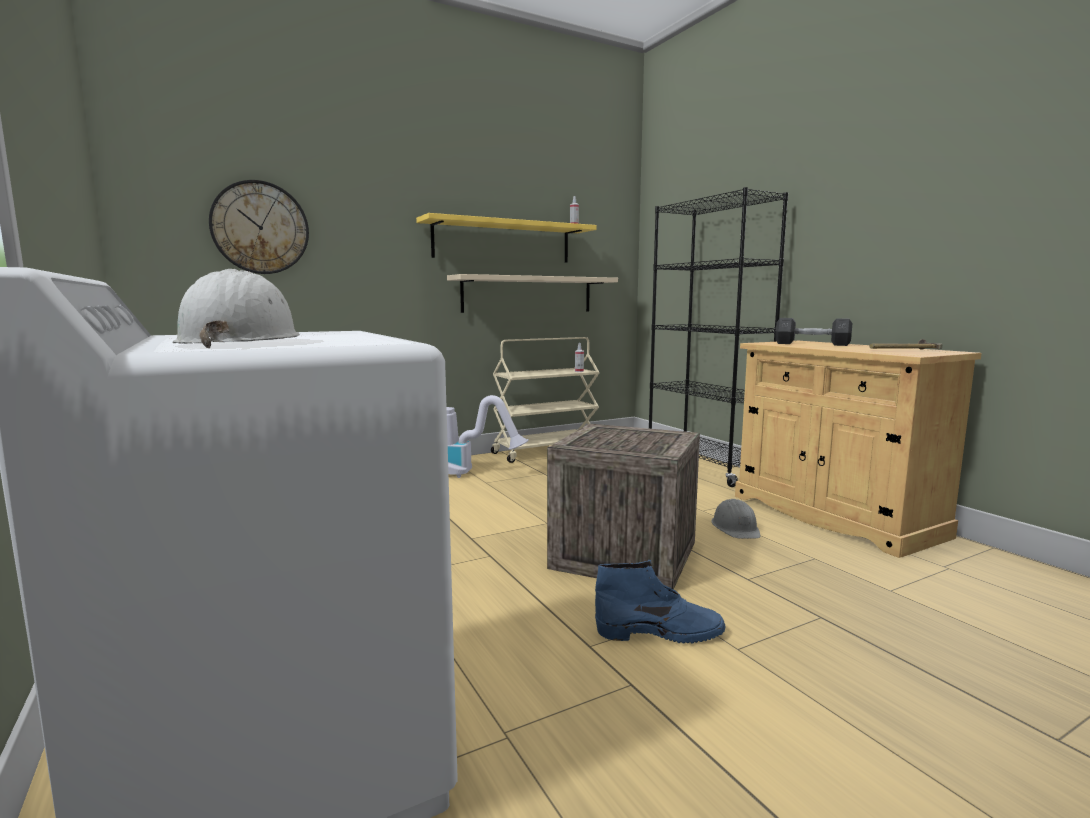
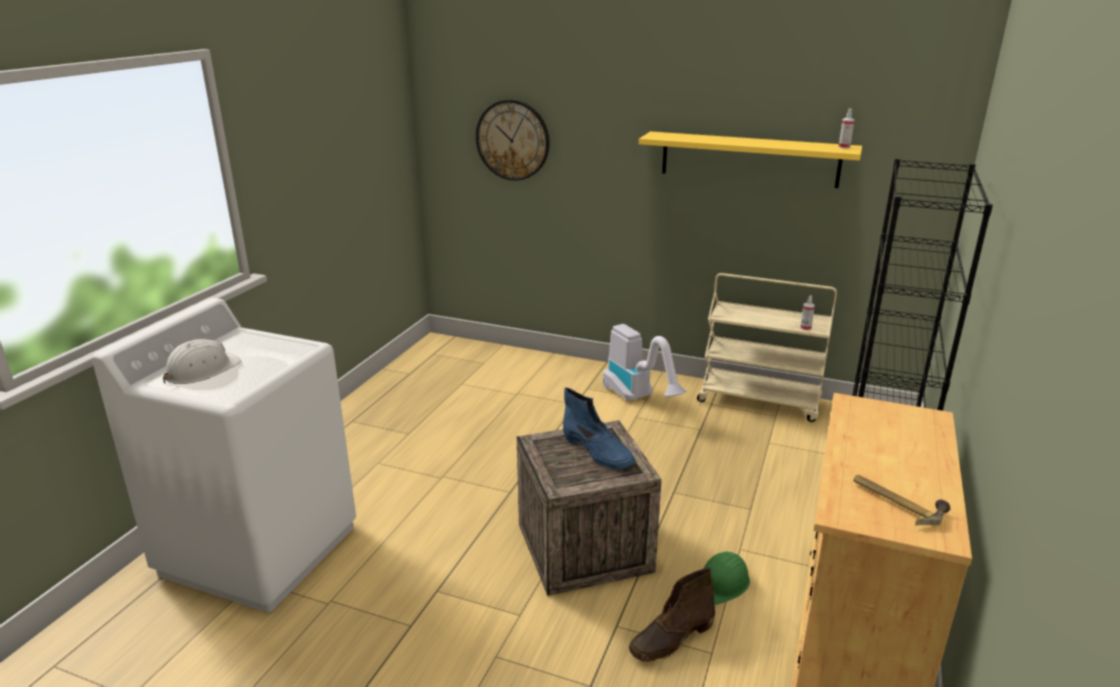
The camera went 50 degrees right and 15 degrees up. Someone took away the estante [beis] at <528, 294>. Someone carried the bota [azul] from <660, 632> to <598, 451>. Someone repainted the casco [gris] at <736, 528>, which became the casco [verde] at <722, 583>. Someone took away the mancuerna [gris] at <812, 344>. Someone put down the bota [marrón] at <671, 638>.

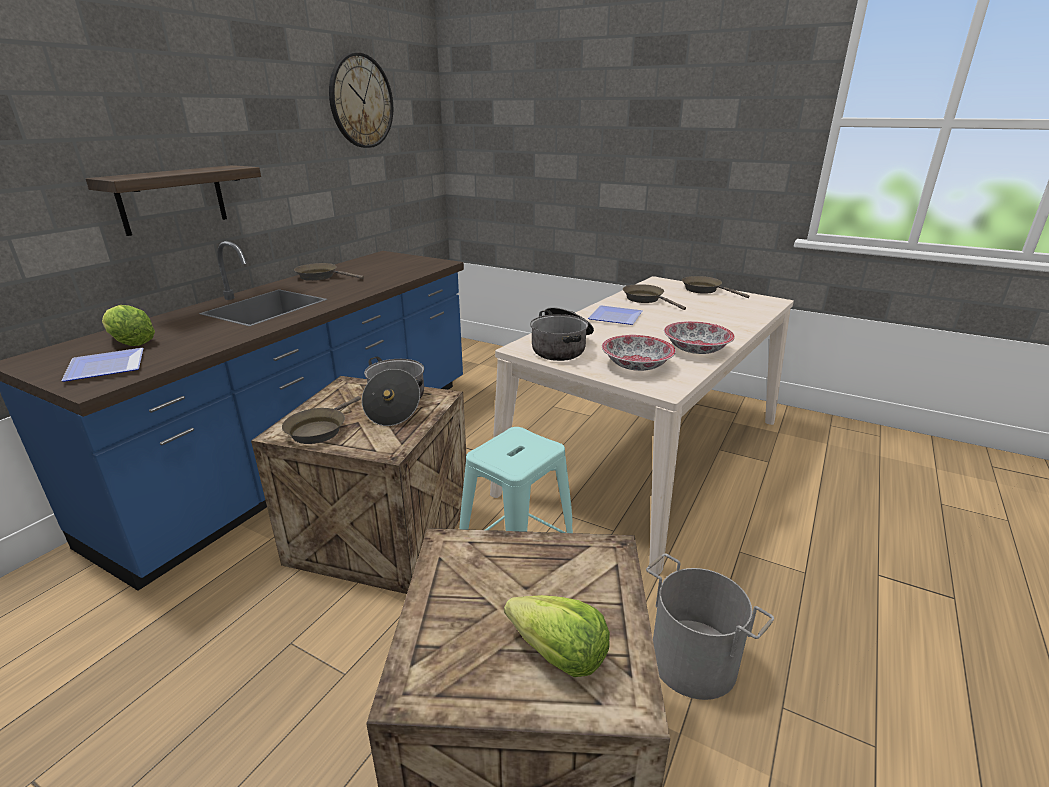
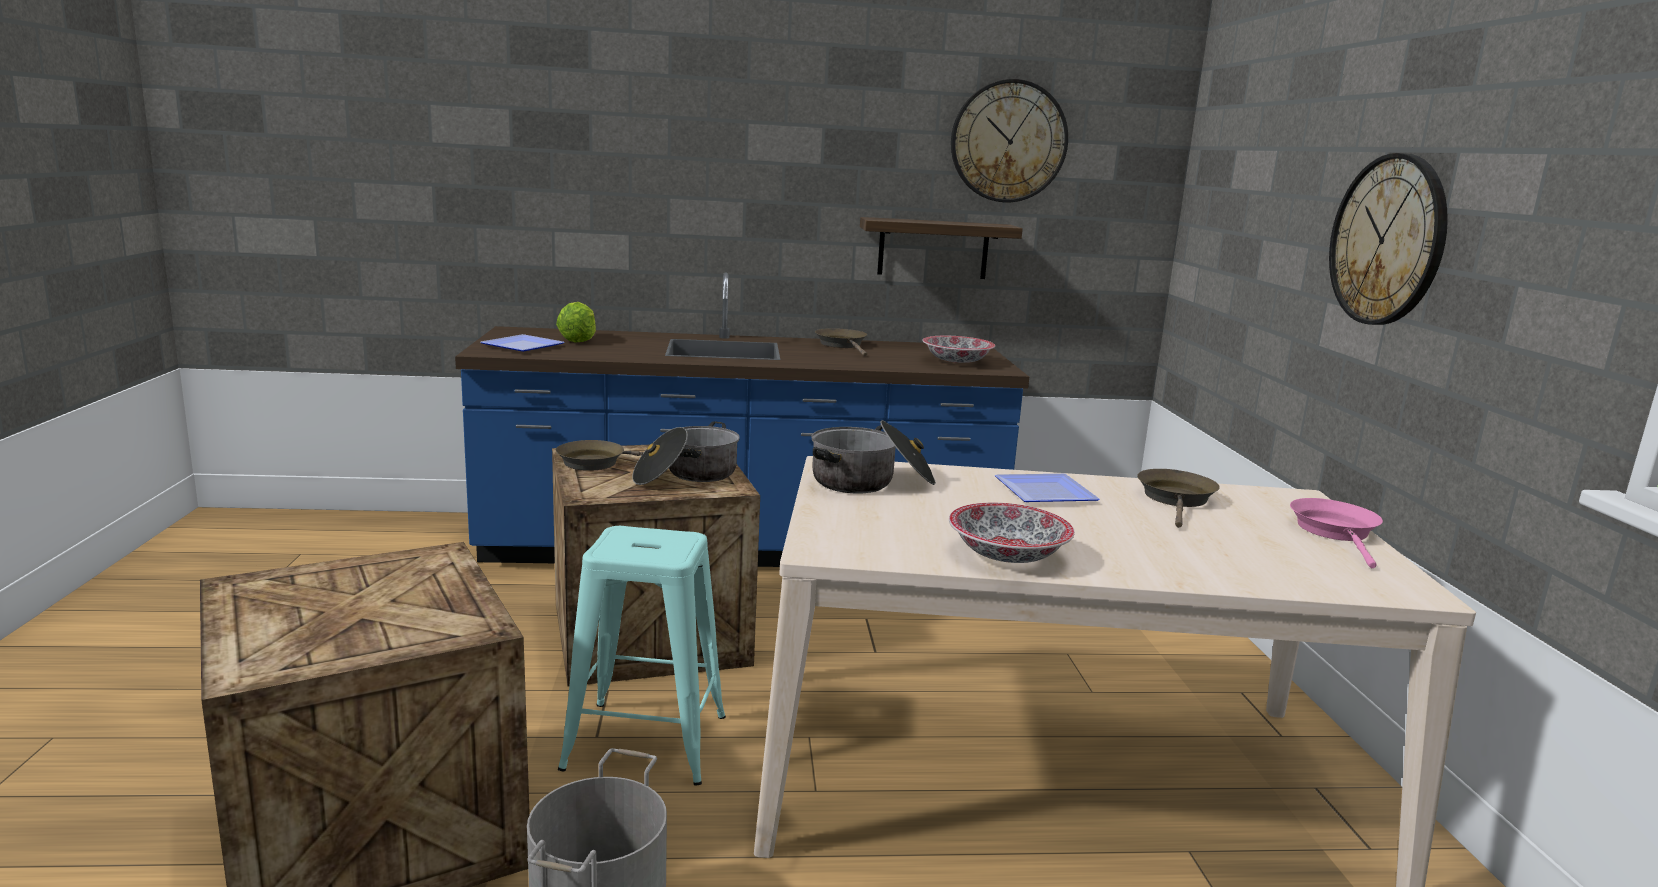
The camera went 55 degrees right and 10 degrees down. Someone carried the estante from <172, 199> to <933, 248>. Someone took away the lechuga at <558, 655>. Someone carried the cuenco from <636, 365> to <957, 361>. Someone repainted the sartén [marrón] at <704, 290>, which became the sartén [rosa] at <1335, 532>. Someone put up the reloj de pared at <1387, 240>.

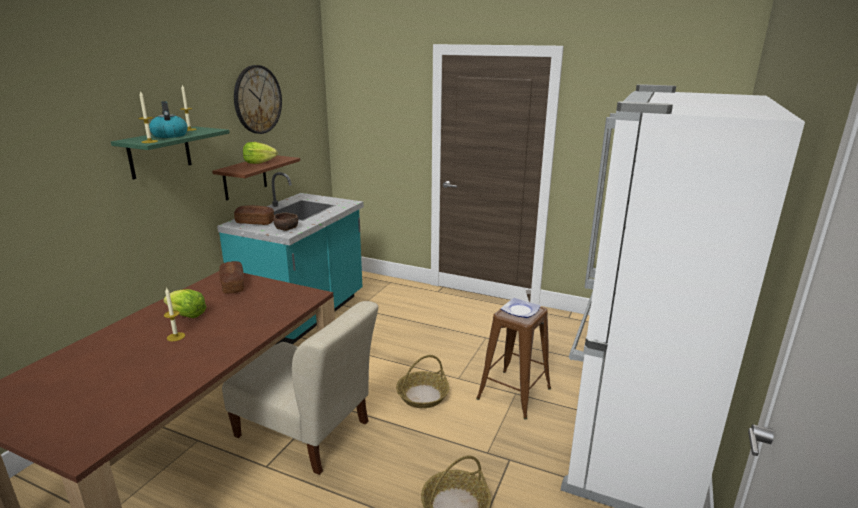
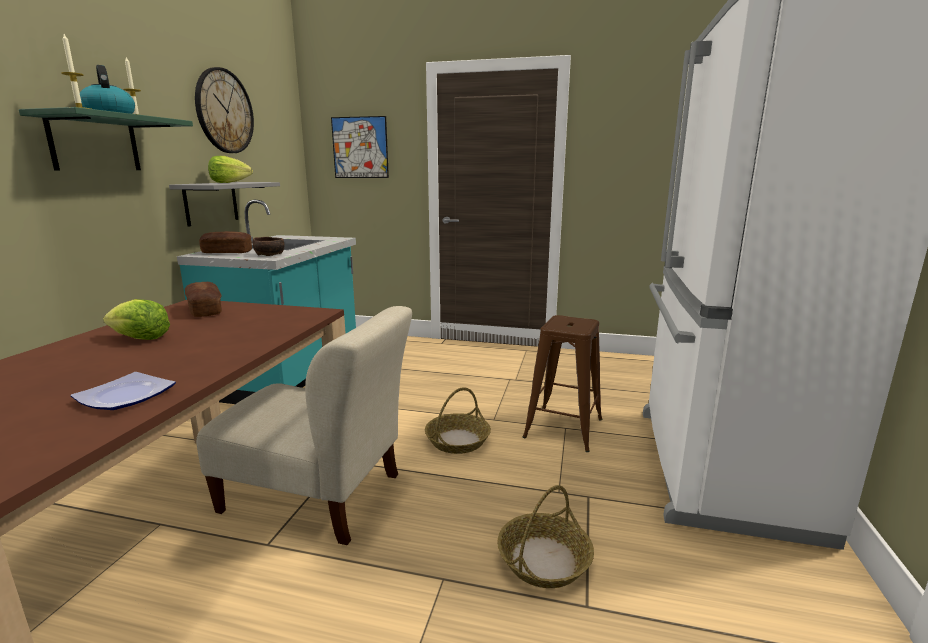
The camera went 10 degrees left and 5 degrees down. Someone took away the vela at <176, 337>. Someone repainted the estante [marrón] at <245, 177>, which became the estante [gris] at <211, 203>. Someone carried the plato from <520, 311> to <125, 397>. Someone put up the cuadro at <360, 147>.

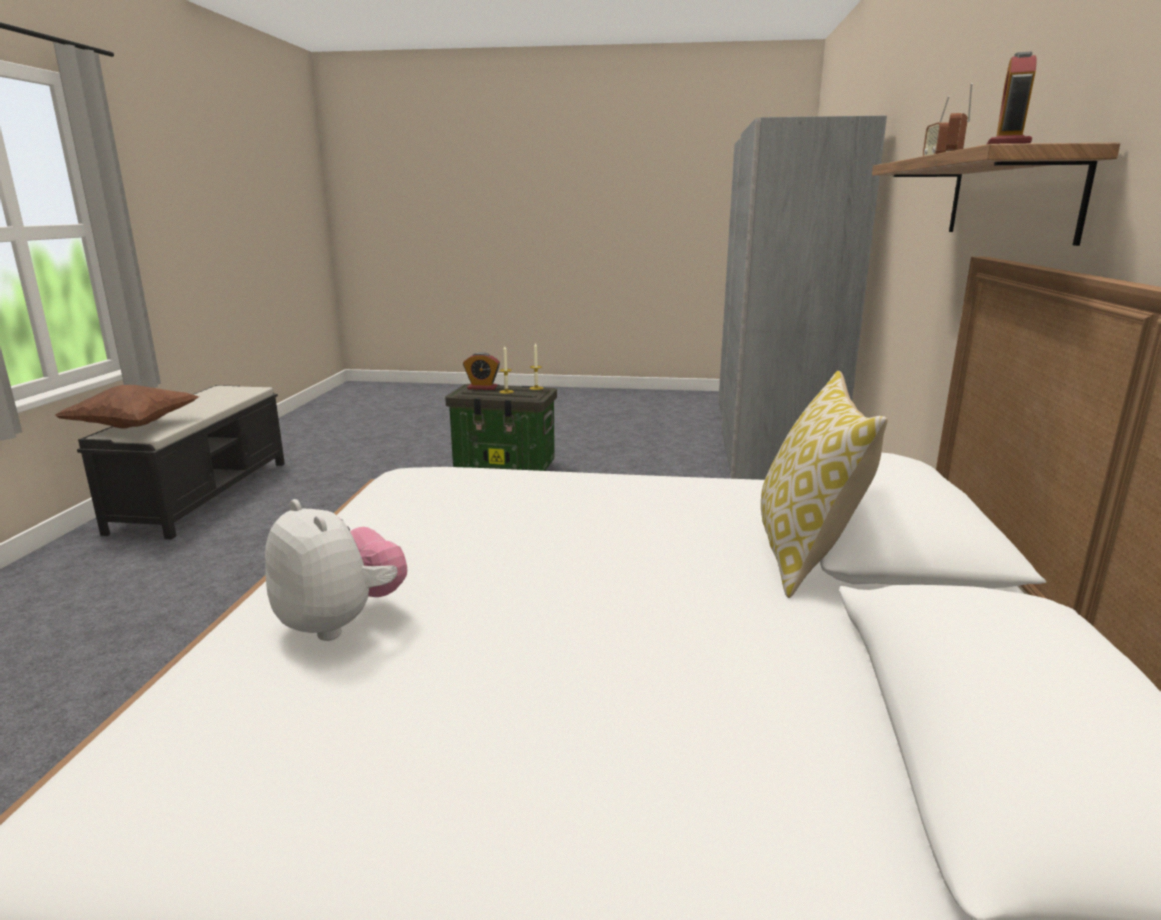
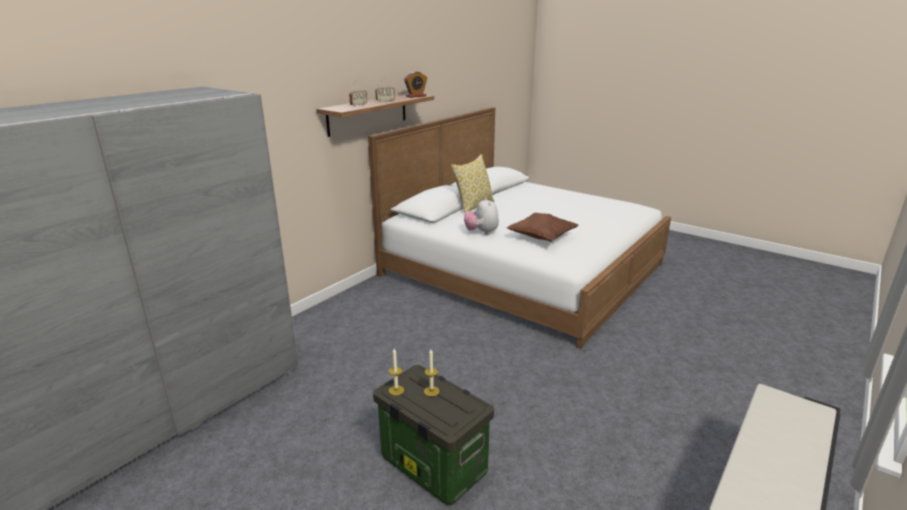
The camera went 150 degrees left and 5 degrees up. Someone carried the cojín [marrón] from <135, 426> to <541, 238>. Someone carried the peluche from <340, 622> to <481, 232>. Someone took away the despertador at <482, 387>.

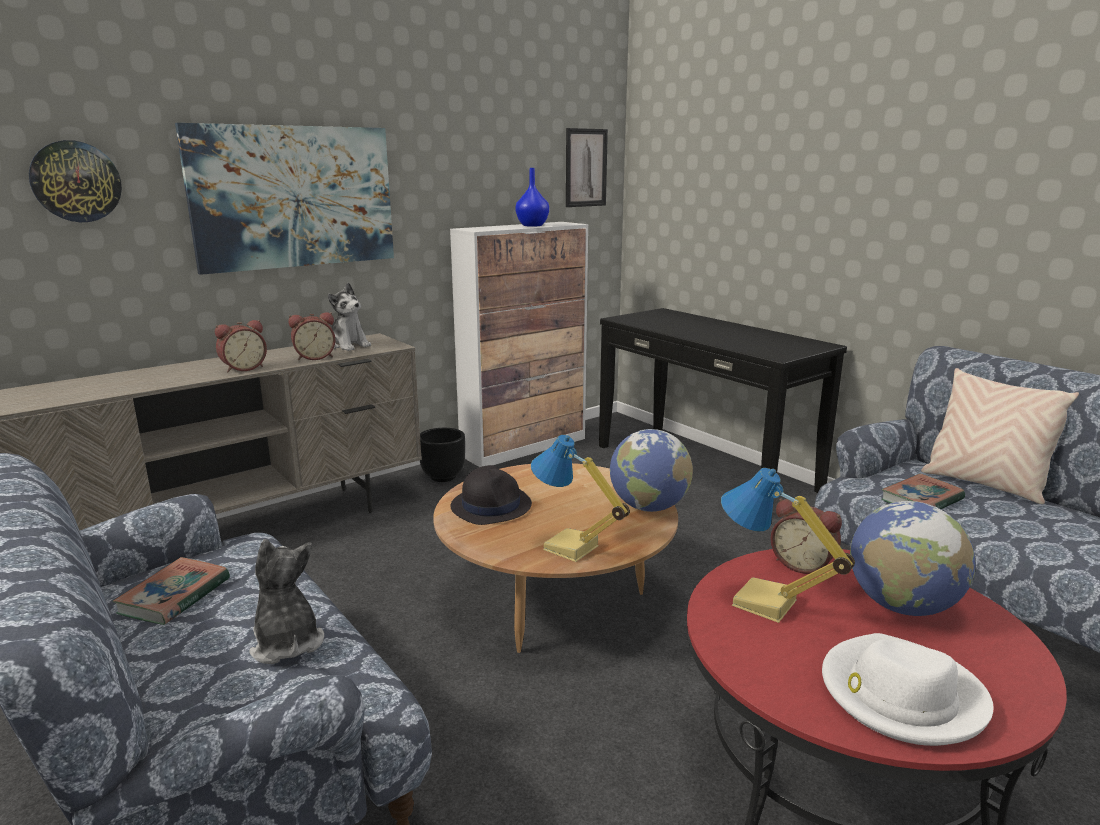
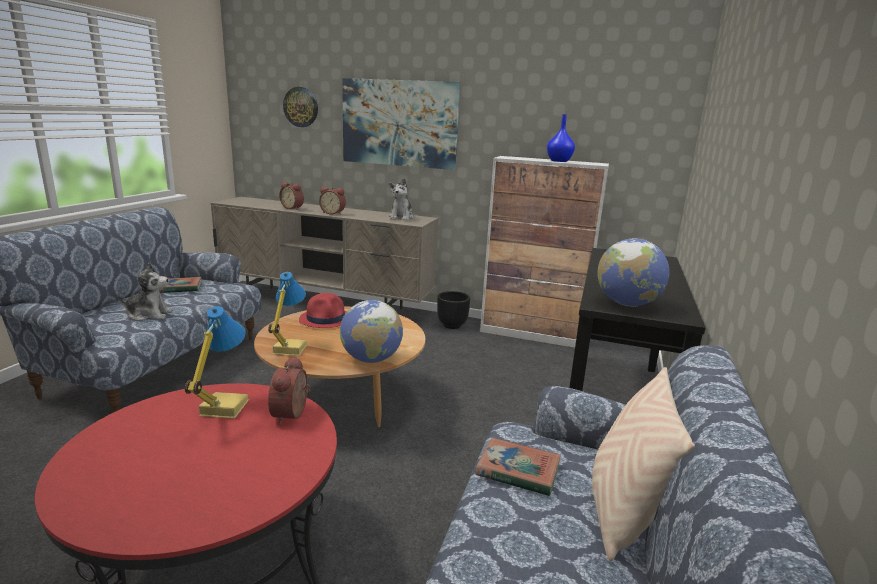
The camera went 55 degrees right and 0 degrees up. Someone rotated the peluche at <286, 643> by 60 degrees clockwise. Someone carried the despertador from <315, 357> to <293, 208>. Someone repainted the sombrero [negro] at <491, 506>, which became the sombrero [rojo] at <326, 319>. Someone took away the cuadro at <586, 168>. Someone took away the sombrero [blanco] at <900, 695>. Someone carried the globo terráqueo from <902, 606> to <627, 304>.

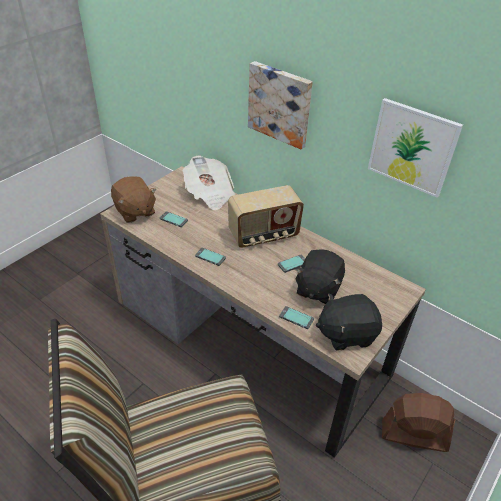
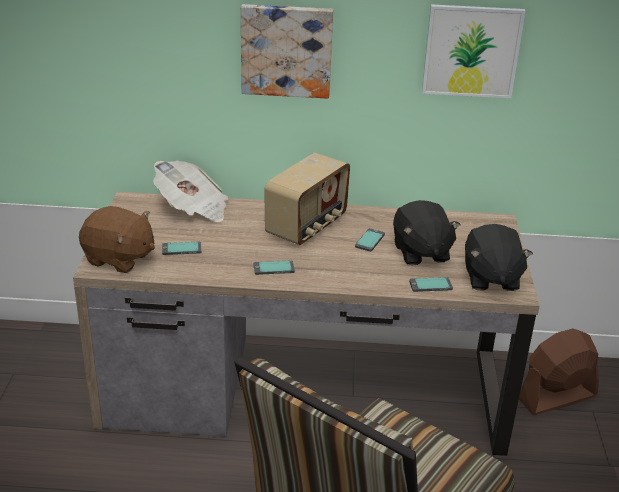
The camera went 35 degrees left and 10 degrees down. Someone rotated the peluche [negro] at <346, 333> by 45 degrees counterclockwise.

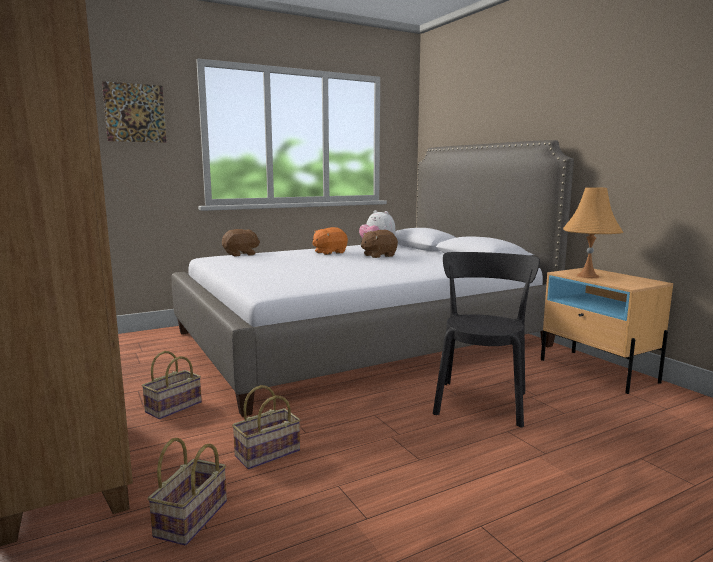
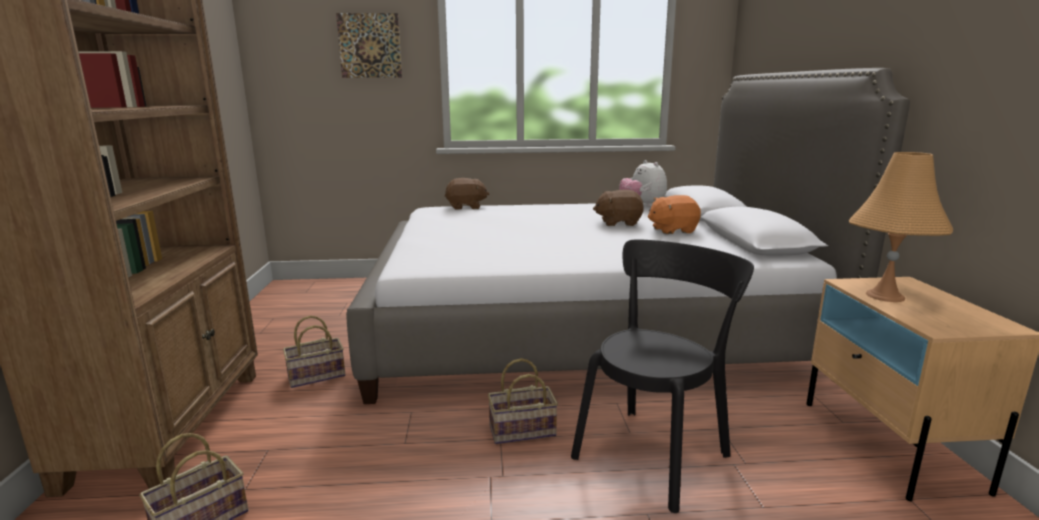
The camera went 25 degrees right and 5 degrees up. Someone carried the cesta from <266, 454> to <521, 432>. Someone carried the peluche [naranja] from <329, 252> to <672, 230>.

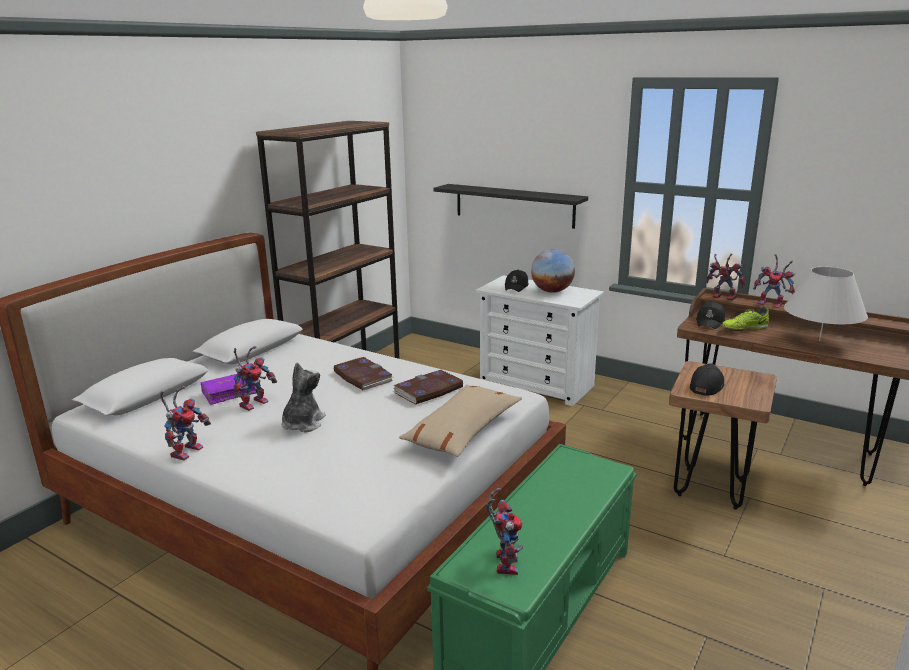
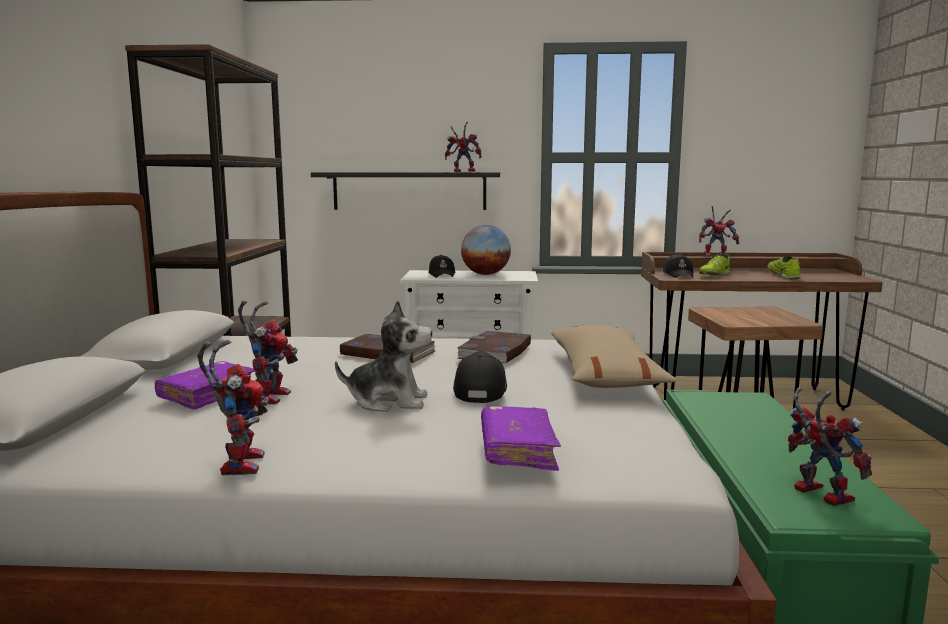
The camera went 30 degrees left and 10 degrees down. Someone rotated the peluche at <302, 424> by 105 degrees clockwise. Someone carried the gorra [negro] from <706, 386> to <479, 390>. Someone carried the robot de juguete from <721, 297> to <462, 172>. Someone swapped the lámpara de mesa [blanco] at <819, 341> for the zapato at <783, 275>. Someone put down the libro [morado] at <517, 450>.

